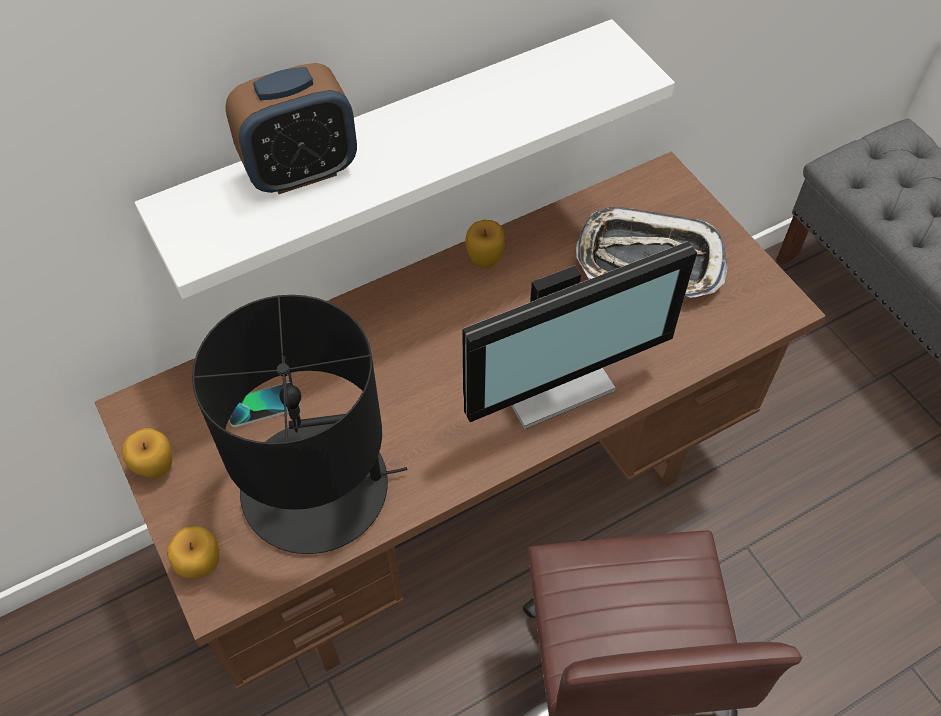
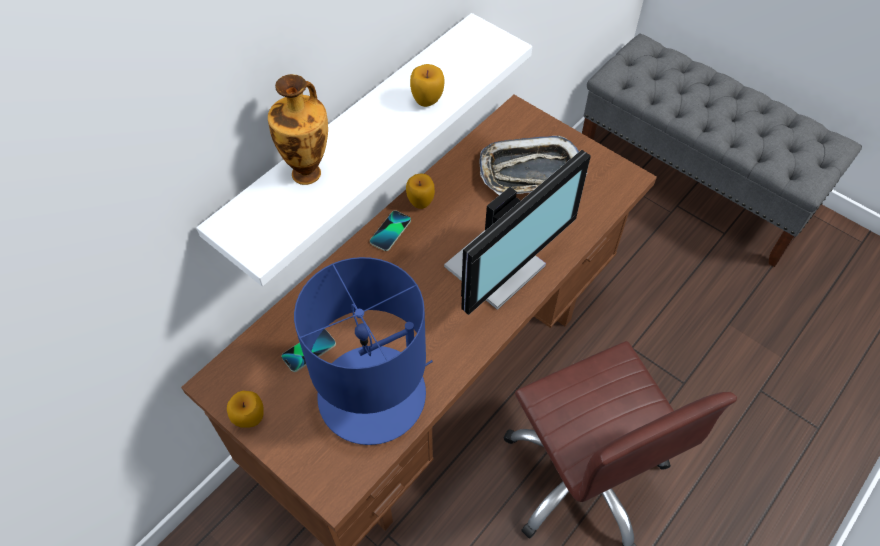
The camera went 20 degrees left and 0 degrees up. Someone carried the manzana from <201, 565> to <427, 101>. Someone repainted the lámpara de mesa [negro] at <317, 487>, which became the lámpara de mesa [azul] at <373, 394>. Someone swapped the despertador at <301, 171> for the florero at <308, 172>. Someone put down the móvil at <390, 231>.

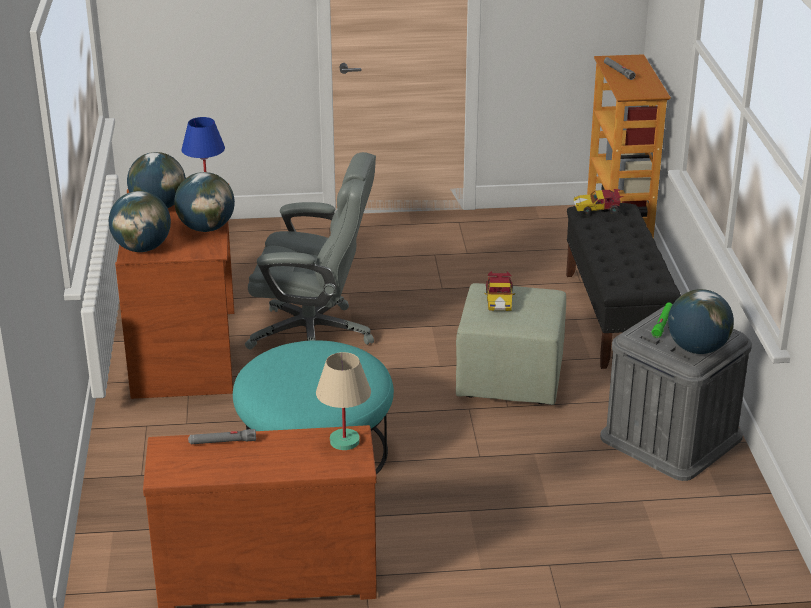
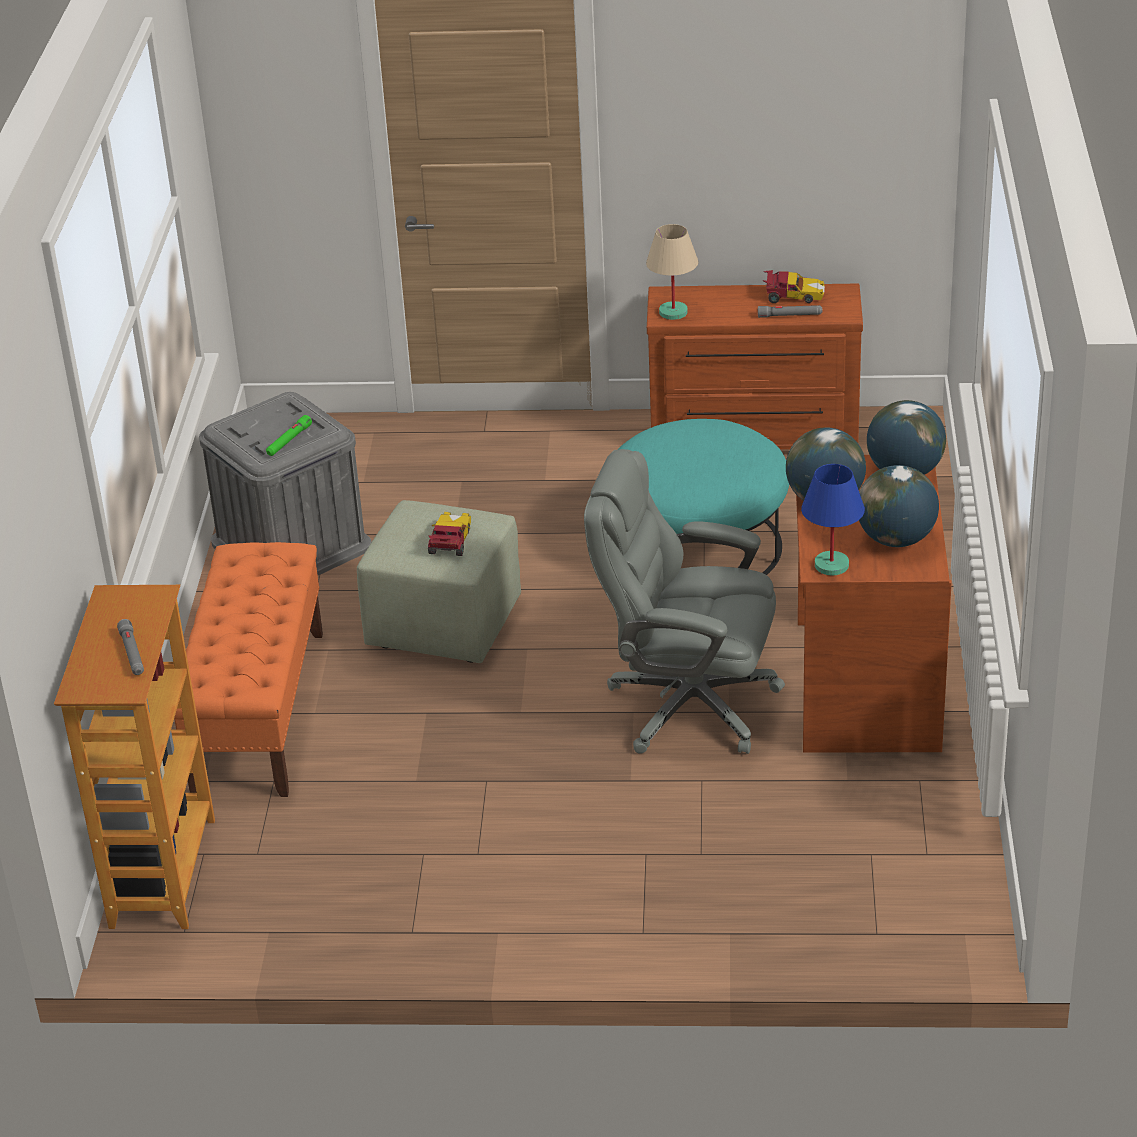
The camera went 170 degrees left and 5 degrees up. Someone repainted the banco [negro] at <615, 318>, which became the banco [naranja] at <259, 711>. Someone carried the coche de juguete from <598, 208> to <792, 296>. Someone took away the globo terráqueo at <697, 349>.

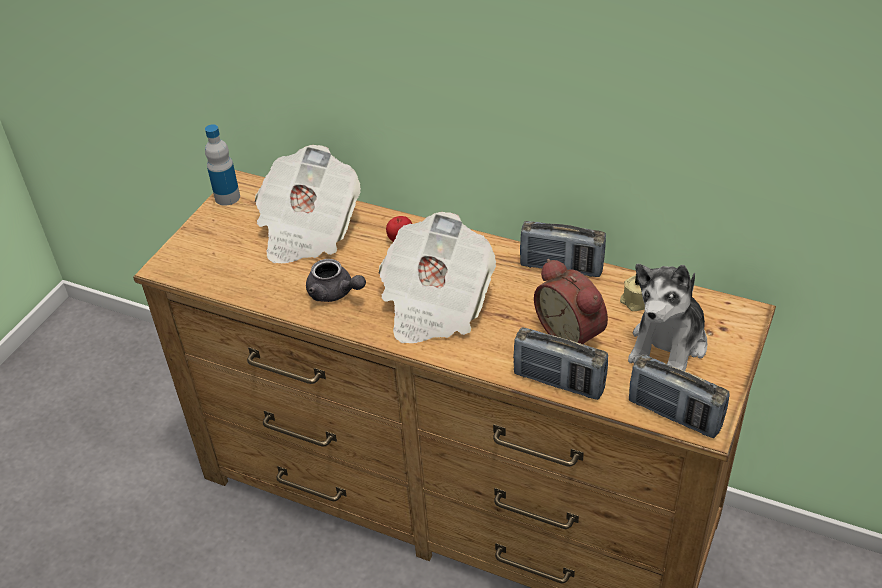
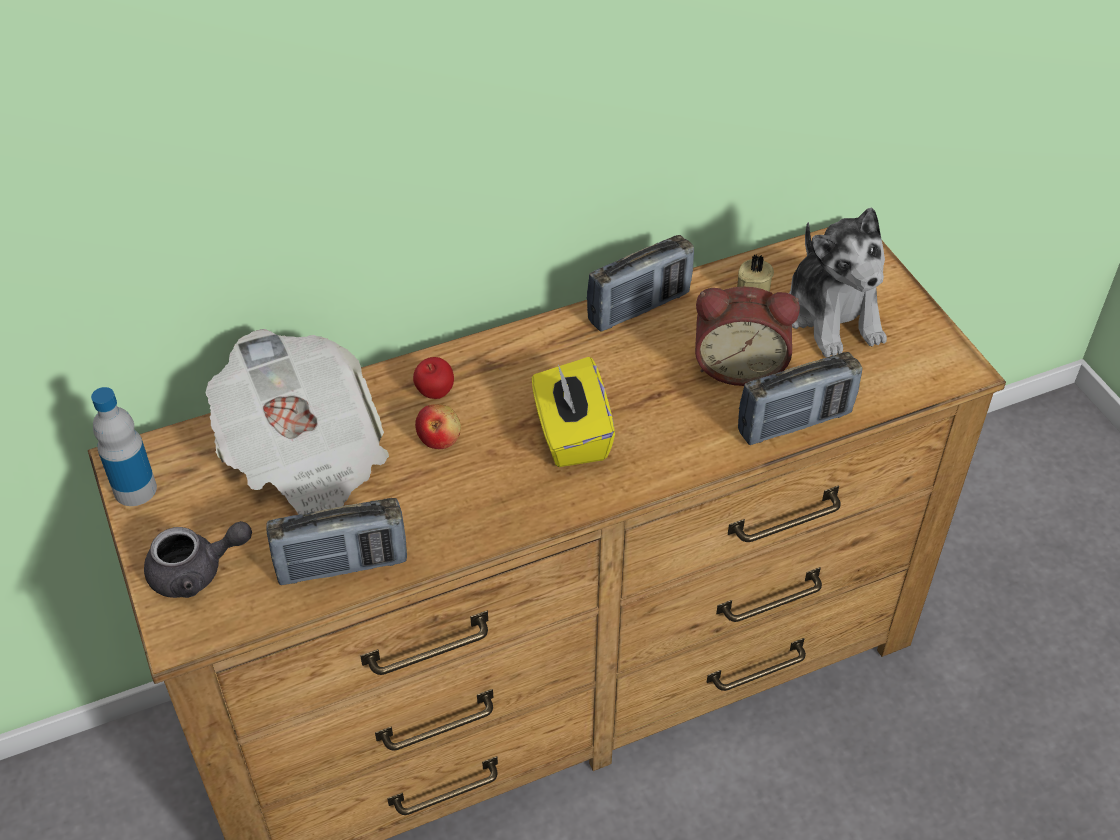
The camera went 50 degrees left and 5 degrees up. Someone carried the tetera [gris] from <335, 293> to <196, 572>. Someone swapped the periódico at <434, 304> for the caja de pañuelos [amarillo] at <571, 435>. Someone carried the radio from <674, 414> to <342, 565>. Someone put down the manzana at <439, 438>.

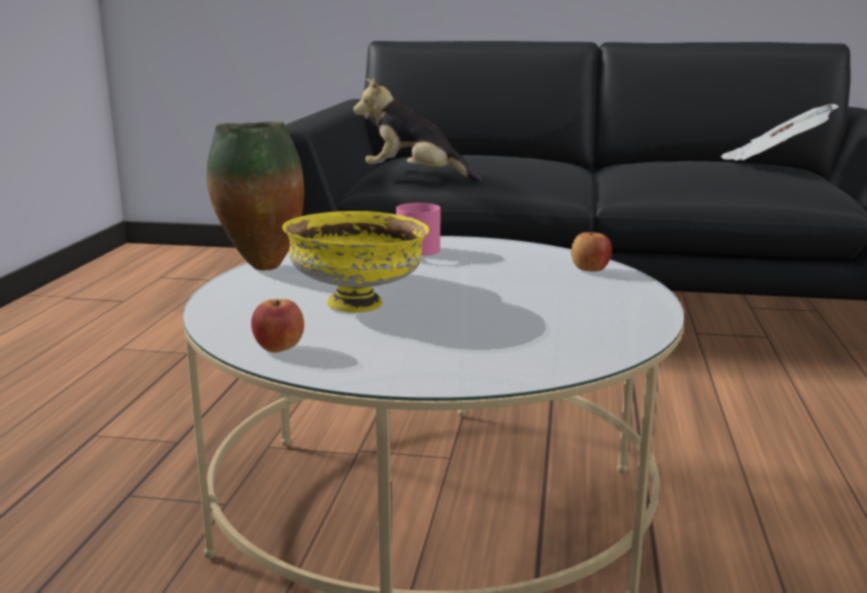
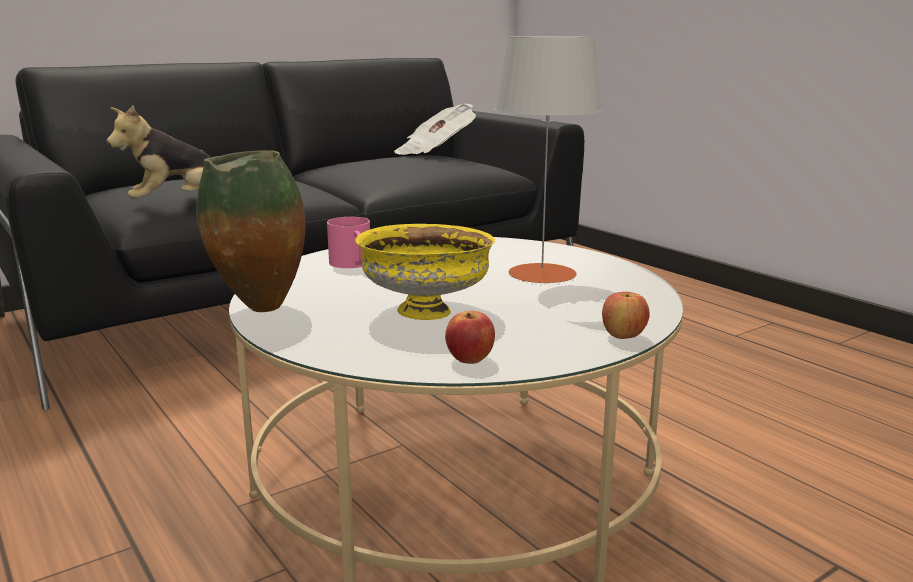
The camera went 45 degrees left and 0 degrees up. Someone carried the manzana from <590, 270> to <623, 336>. Someone put down the lámpara de mesa [gris] at <542, 273>.

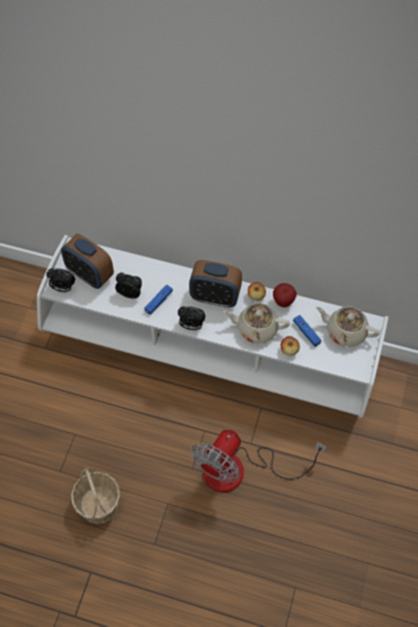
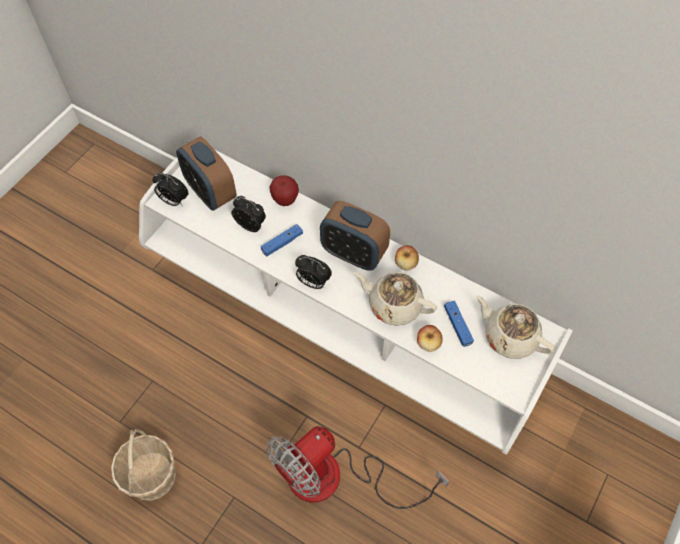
The camera went 15 degrees right and 0 degrees up. Someone carried the manzana from <283, 302> to <285, 200>.

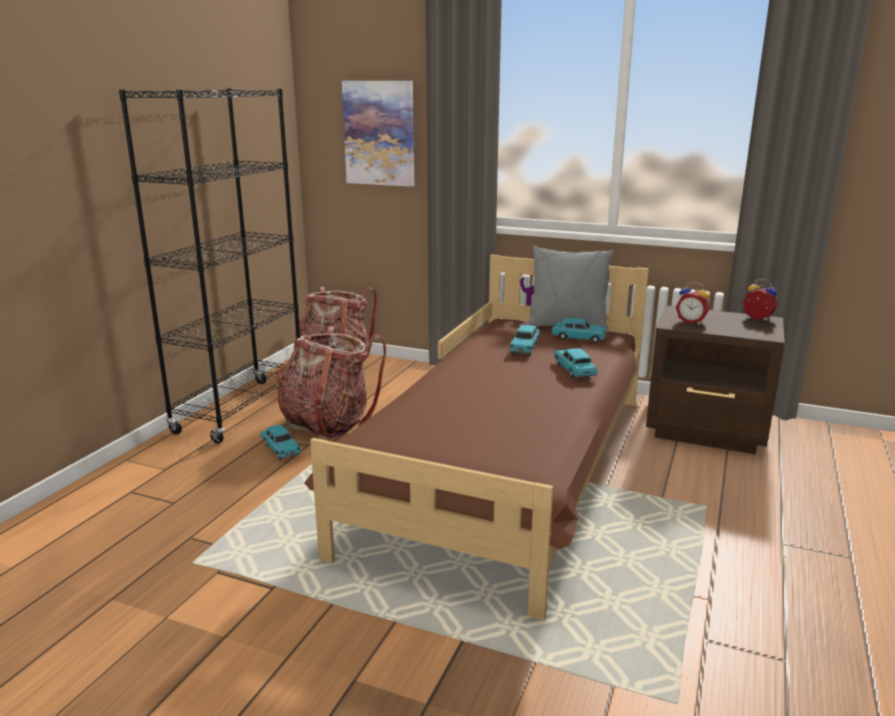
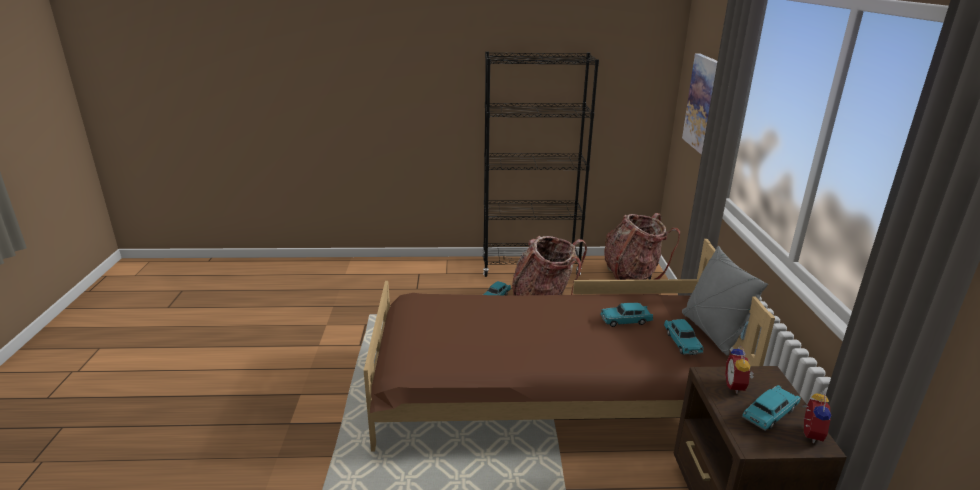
The camera went 65 degrees right and 5 degrees up. Someone carried the coche de juguete [turquesa] from <574, 370> to <769, 414>.

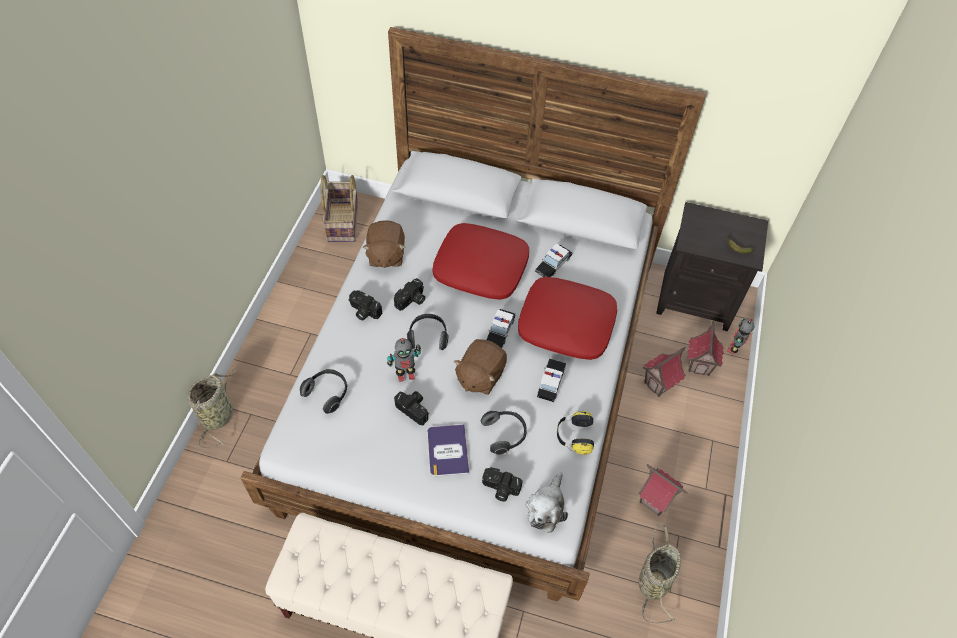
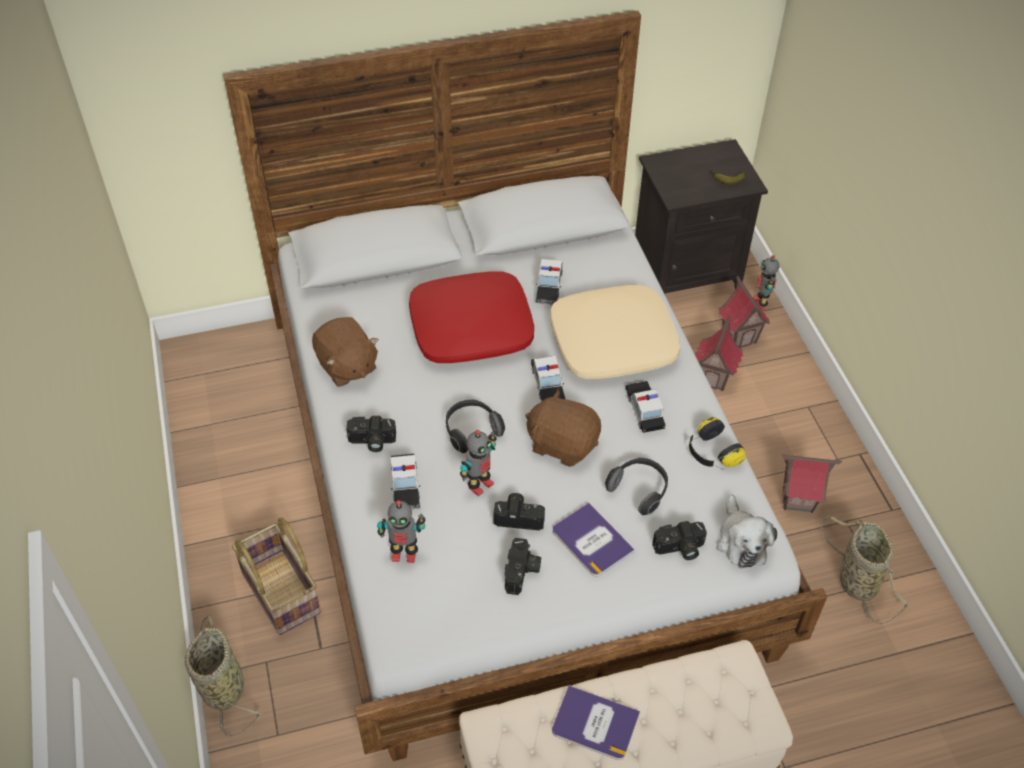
The camera went 30 degrees left and 5 degrees down. Someone swapped the auriculares at <327, 393> for the robot de juguete at <404, 553>. Someone carried the cesta from <343, 222> to <282, 592>. Someone carried the cámara from <411, 301> to <522, 573>. Someone rotated the peluche [marrón] at <480, 376> by 120 degrees clockwise. Someone repainted the cojín [rojo] at <566, 324>, which became the cojín [beis] at <613, 342>. Someone put down the coche de juguete at <405, 485>. Someone put down the libro at <595, 723>.

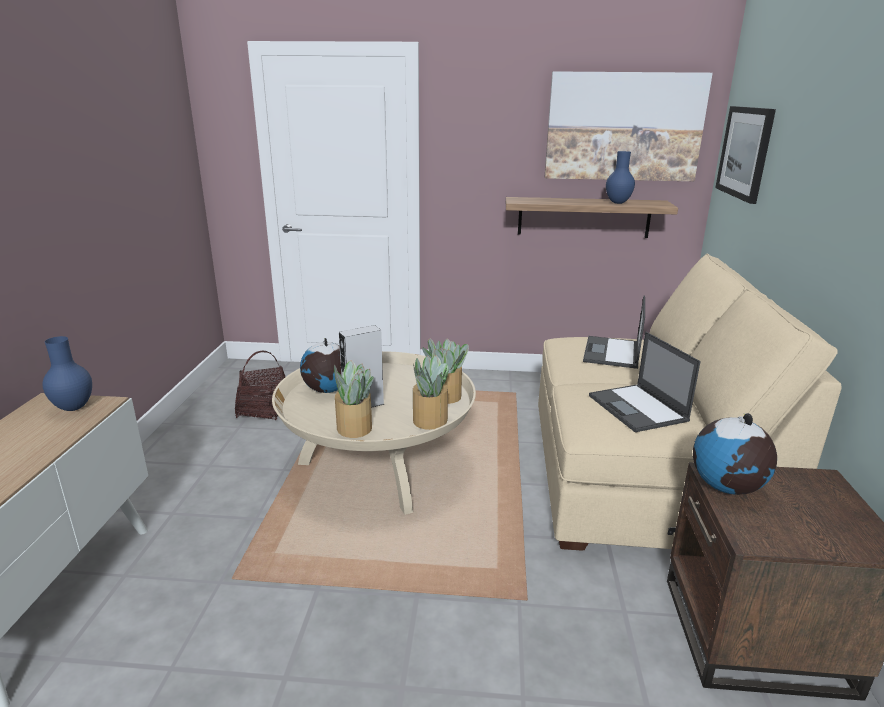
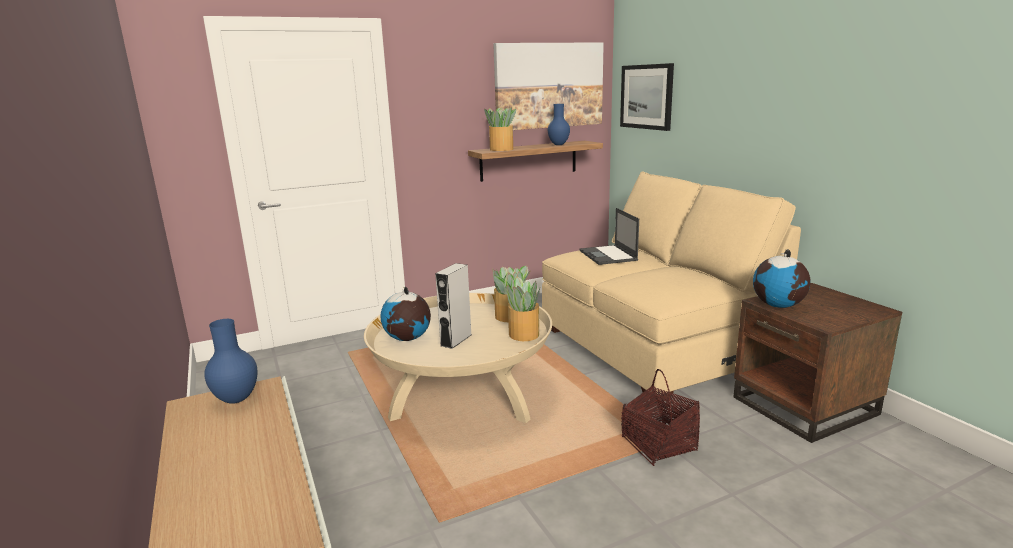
The camera went 30 degrees left and 5 degrees down. Someone carried the cesta from <264, 410> to <658, 444>. Someone carried the planta en maceta from <354, 427> to <501, 149>. Someone took away the portátil at <638, 408>.

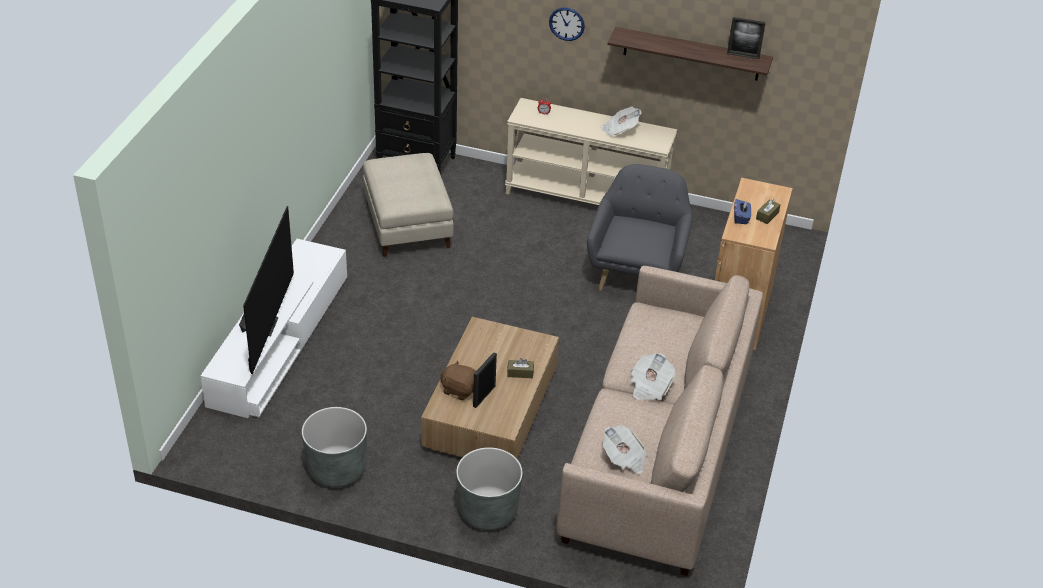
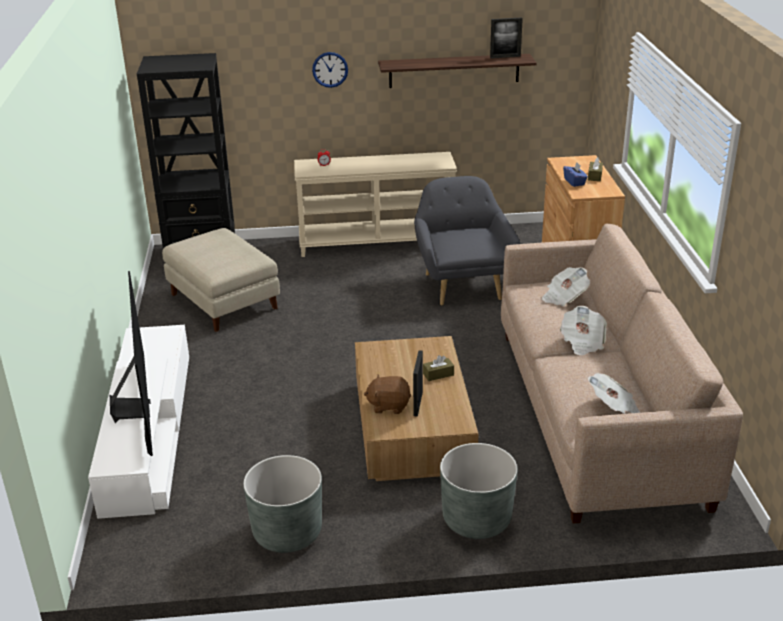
The camera went 20 degrees left and 10 degrees down. Someone carried the periódico from <619, 130> to <564, 297>.

